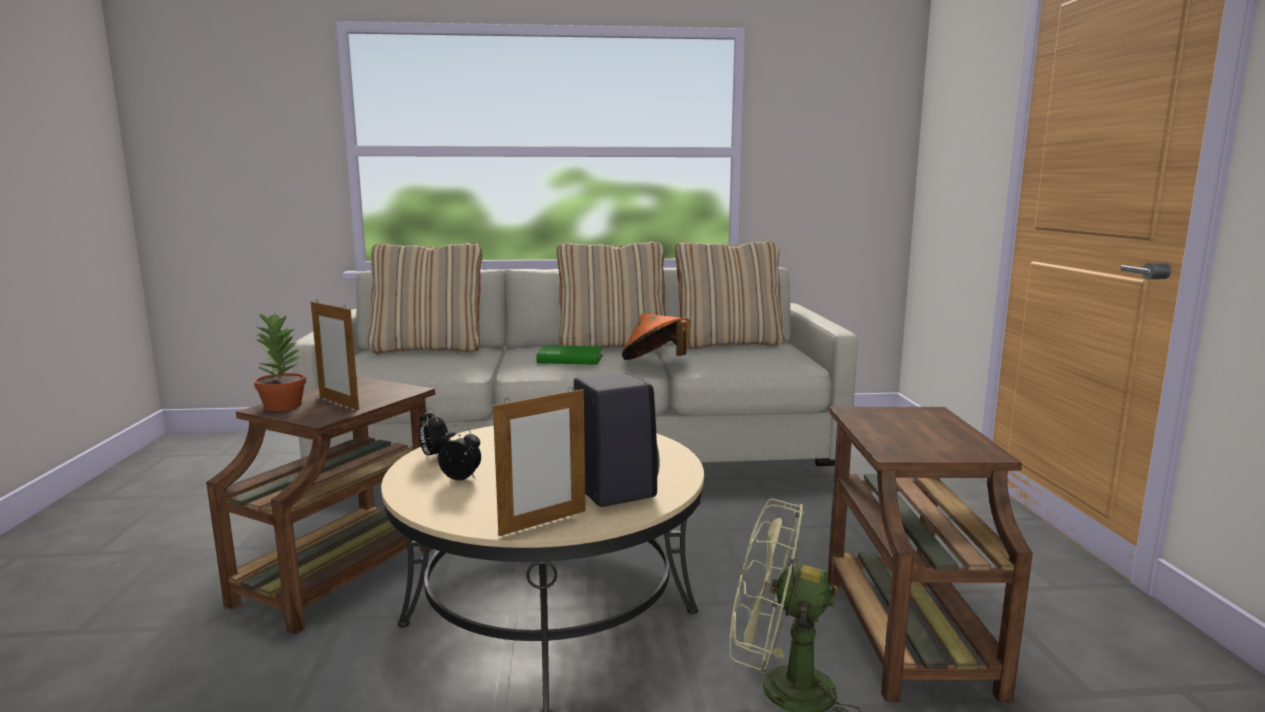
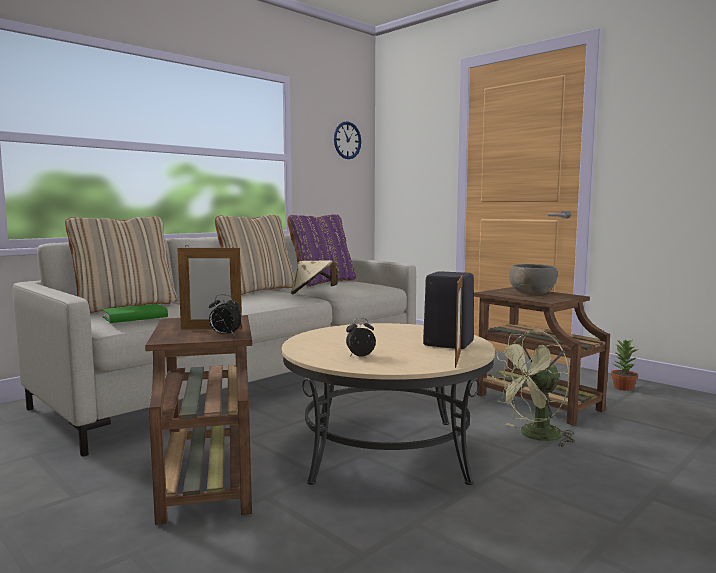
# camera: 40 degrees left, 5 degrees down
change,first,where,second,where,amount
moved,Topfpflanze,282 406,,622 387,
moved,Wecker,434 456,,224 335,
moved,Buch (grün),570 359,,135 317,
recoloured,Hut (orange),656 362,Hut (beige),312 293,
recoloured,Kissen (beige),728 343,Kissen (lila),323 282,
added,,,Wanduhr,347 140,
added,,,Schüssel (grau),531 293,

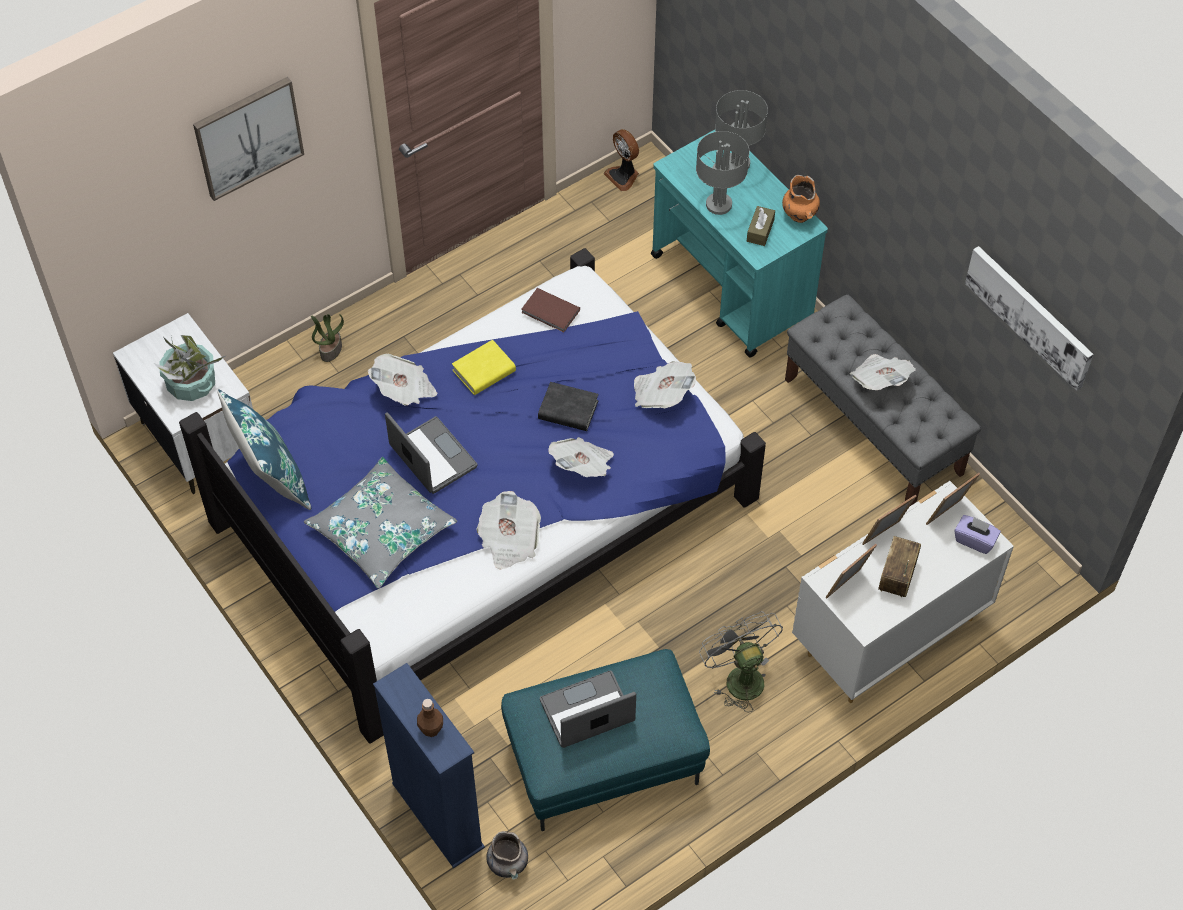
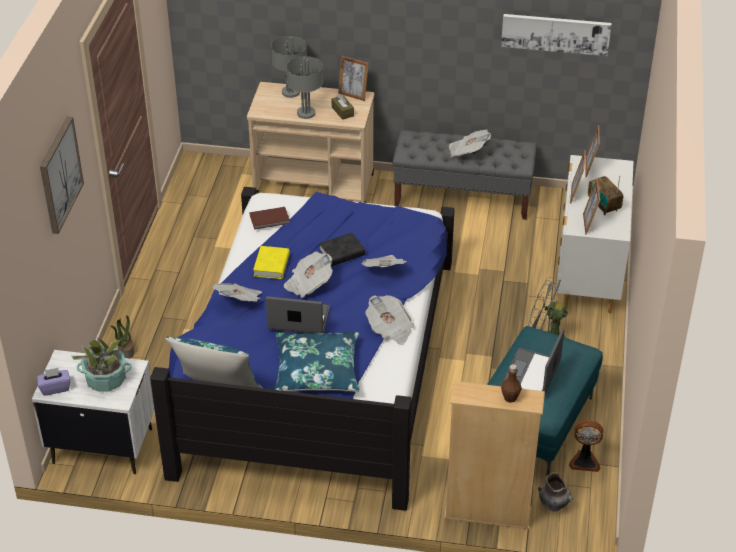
# camera: 45 degrees left, 15 degrees down
change,first,where,second,where,amount
recoloured,Kissen (grau),381 530,Kissen (blau),317 371,
recoloured,Bücherregal (blau),437 815,Bücherregal (beige),487 513,
moved,Ventilator,623 176,,584 461,
moved,Zeitung,662 394,,308 284,
recoloured,Rollwagen (türkis),732 288,Rollwagen (beige),315 185,
replaced,Vase (orange),799 216,Bilderrahmen,353 95,
moved,Taschentuchbox (lila),975 540,,55 388,

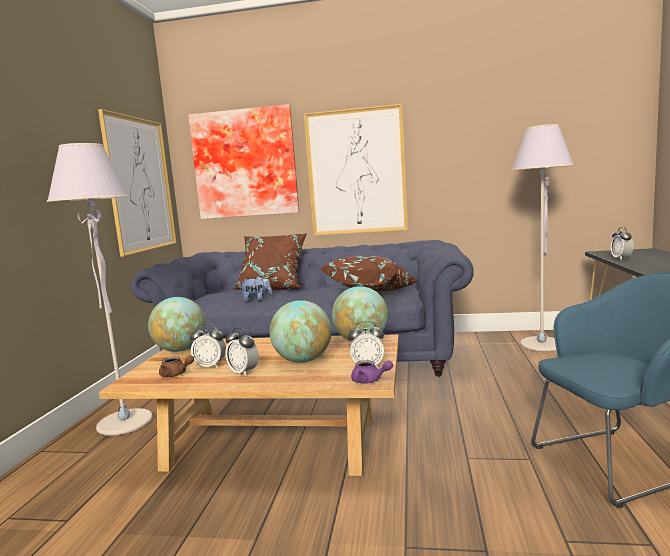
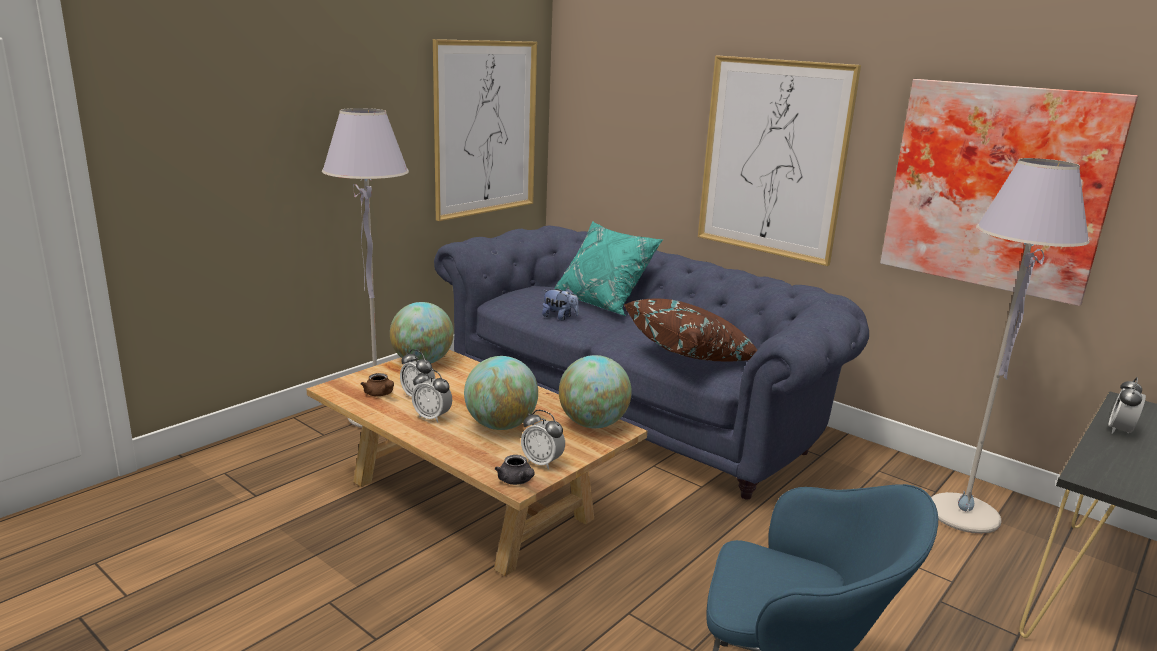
# camera: 30 degrees right, 10 degrees up
change,first,where,second,where,amount
moved,Bild,245 163,,997 187,
turned,Wecker,243 372,,432 417,45 degrees counterclockwise
recoloured,Kissen (braun),273 288,Kissen (türkis),603 303,
recoloured,Teekanne (lila),370 381,Teekanne (grau),516 481,

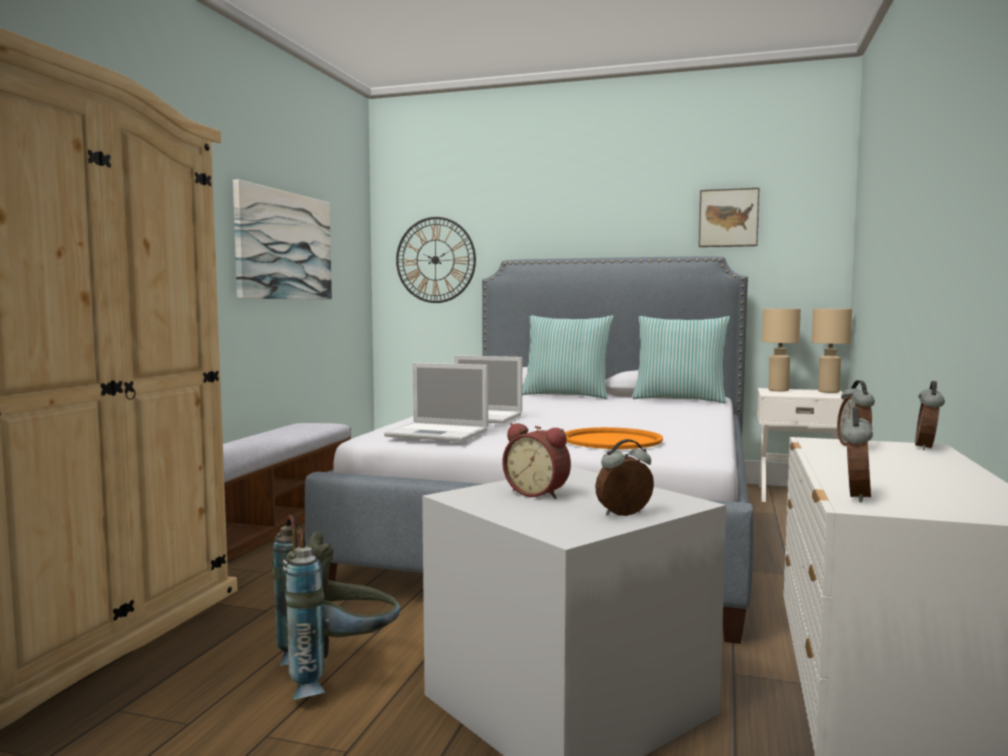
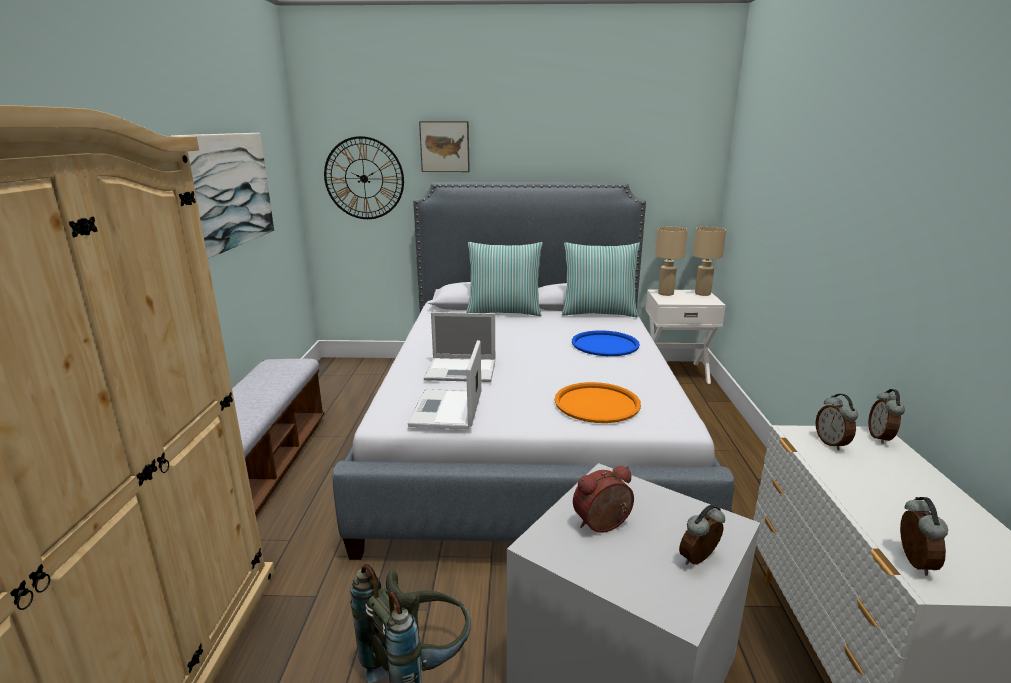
# camera: 15 degrees left, 15 degrees up
change,first,where,second,where,amount
turned,Laptop,439 433,,447 410,90 degrees clockwise
turned,Wecker,538 493,,603 526,135 degrees clockwise
moved,Bild,728 218,,445 146,
added,,,Tablett (blau),605 344,

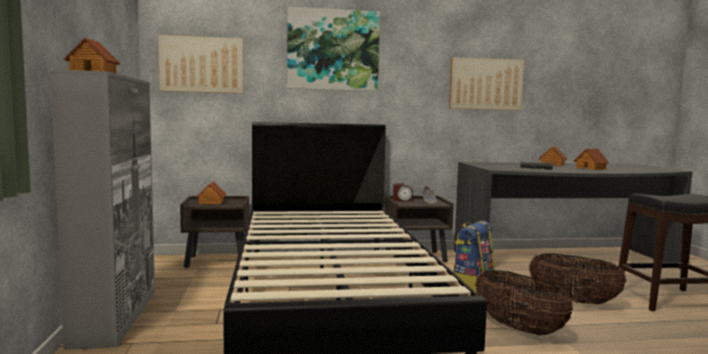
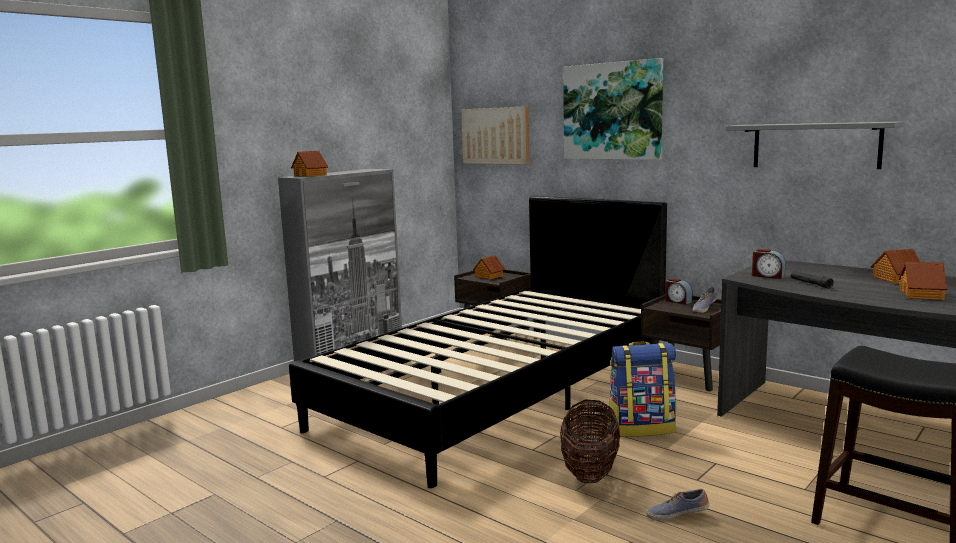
# camera: 50 degrees right, 5 degrees up
change,first,where,second,where,amount
replaced,Bild,485 84,Wandregal (grau),815 145,
removed,Korb,573 301,,,
added,,,Schuh,677 514,
added,,,Wecker,767 276,

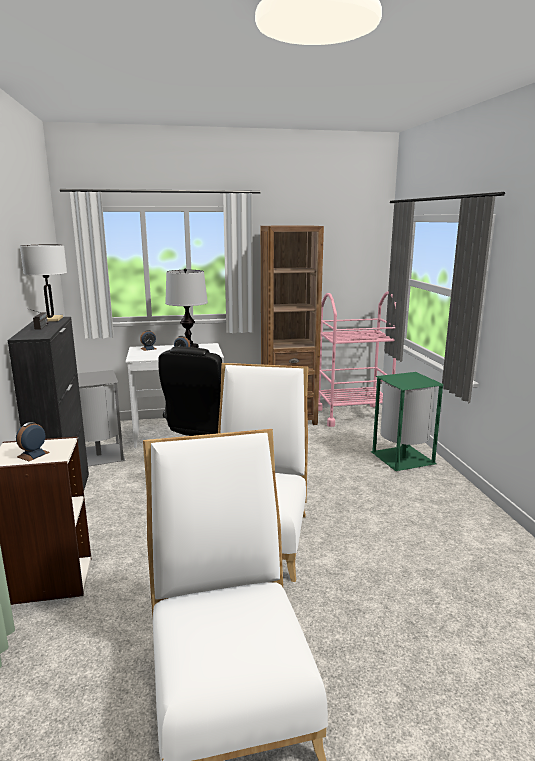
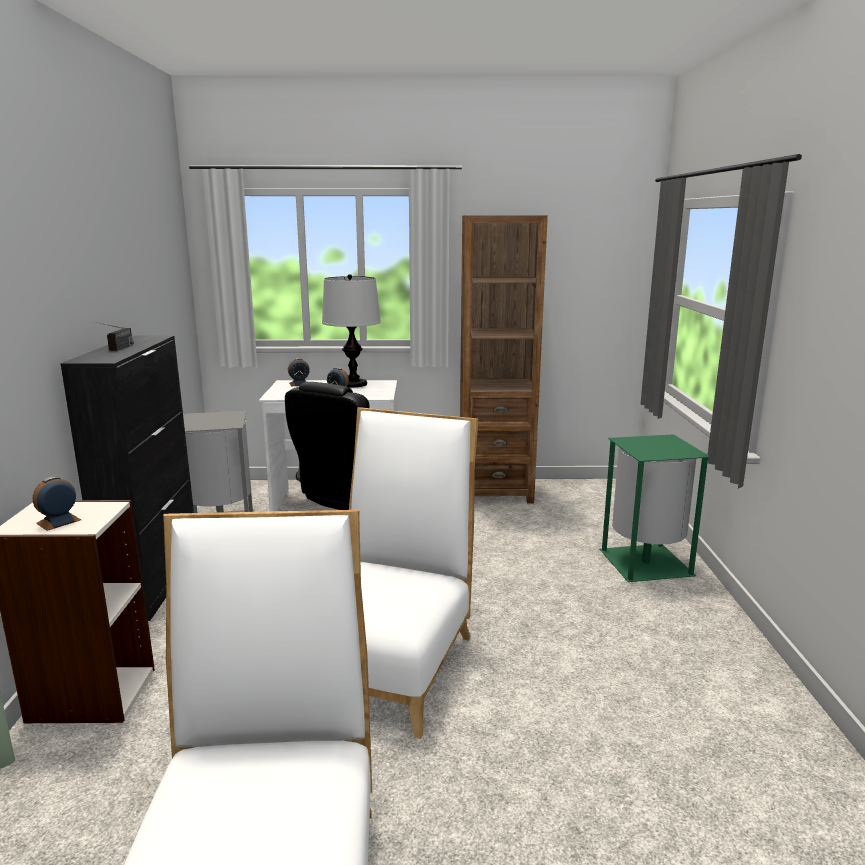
# camera: 10 degrees right, 0 degrees up
change,first,where,second,where,amount
removed,Tischlampe (weiß),51 319,,,
removed,Rollwagen (rosa),353 415,,,

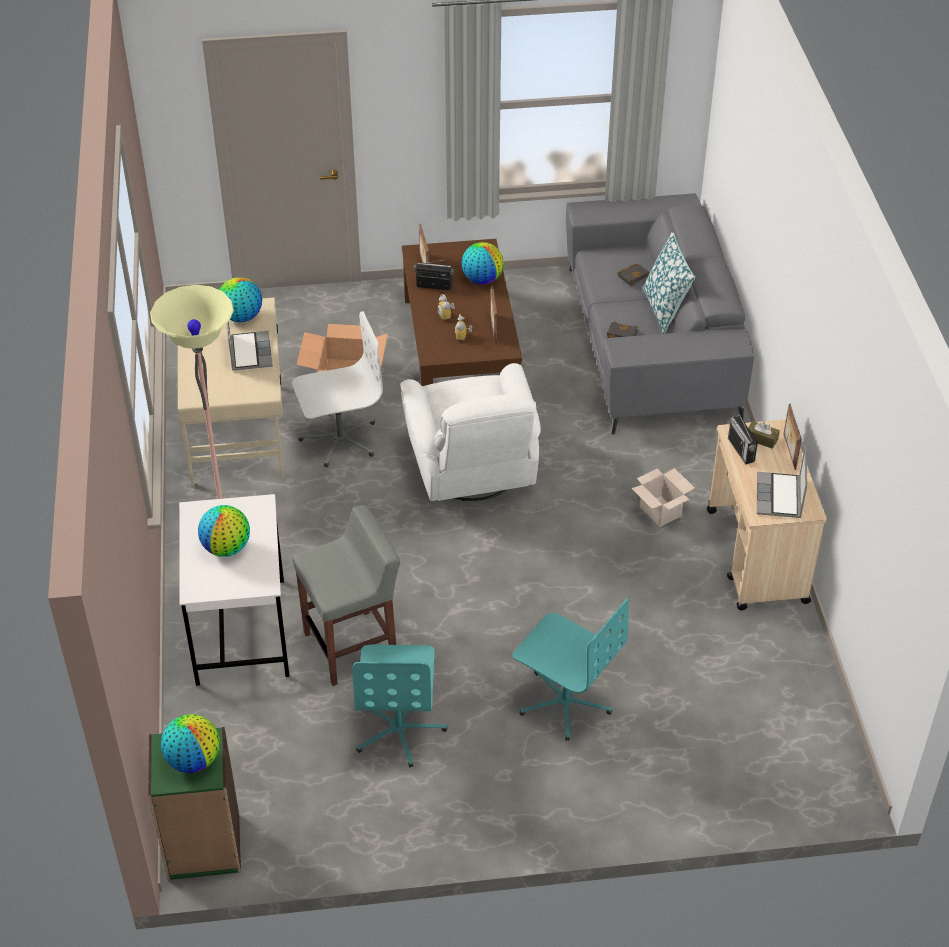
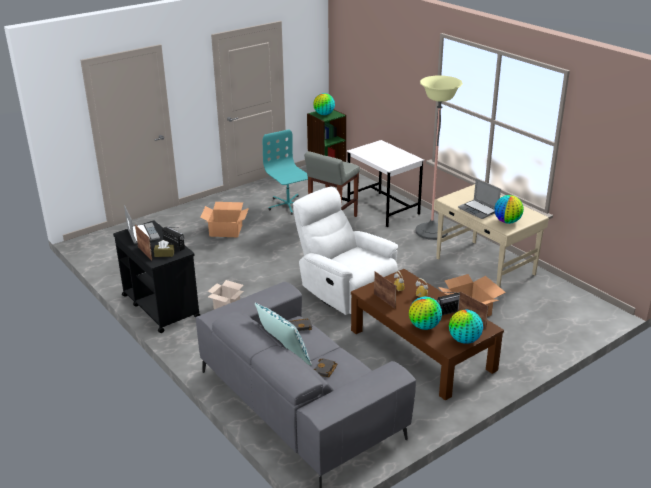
# camera: 150 degrees right, 15 degrees down
change,first,where,second,where,amount
moved,Globus,226 548,,464 340,
removed,Bürostuhl (weiß),339 439,,,
replaced,Bürostuhl (türkis),565 702,Karton,226 230,
recoloured,Rollwagen (beige),757 557,Rollwagen (schwarz),160 306,

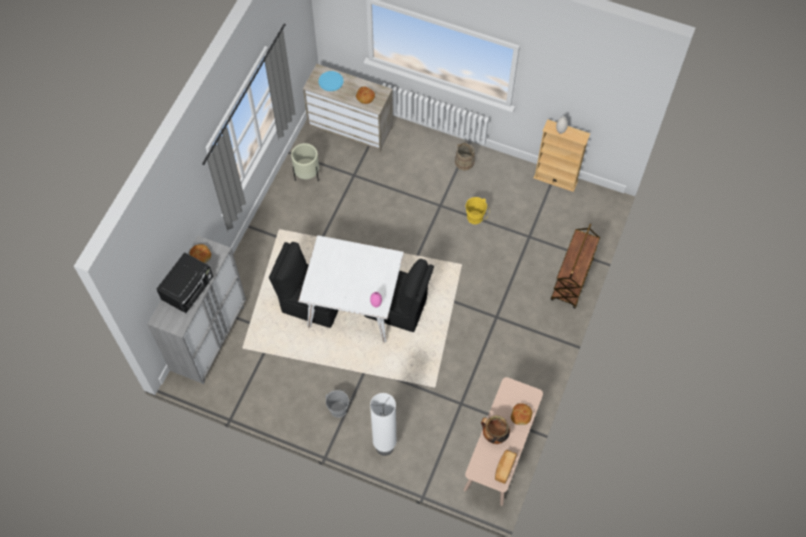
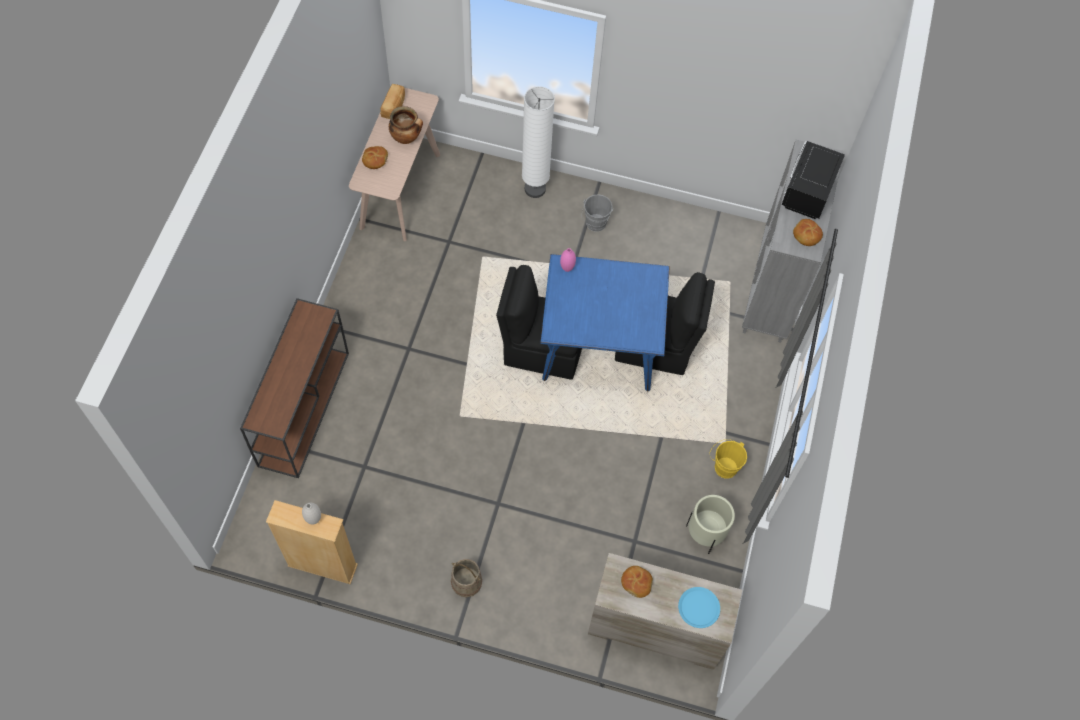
# camera: 170 degrees right, 0 degrees up
change,first,where,second,where,amount
recoloured,Esstisch (weiß),353 305,Esstisch (blau),599 346,
moved,Eimer (gelb),476 219,,723 466,
replaced,Rollwagen (braun),572 280,Konsolentisch (braun),304 407,

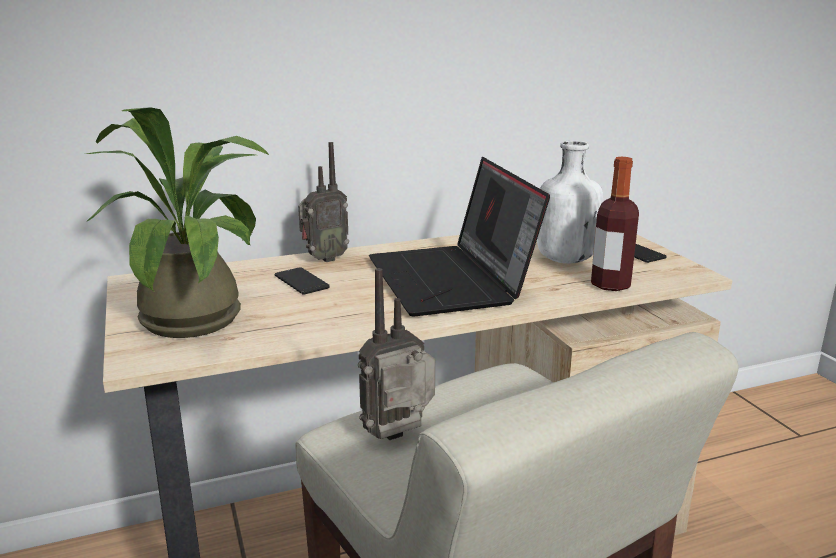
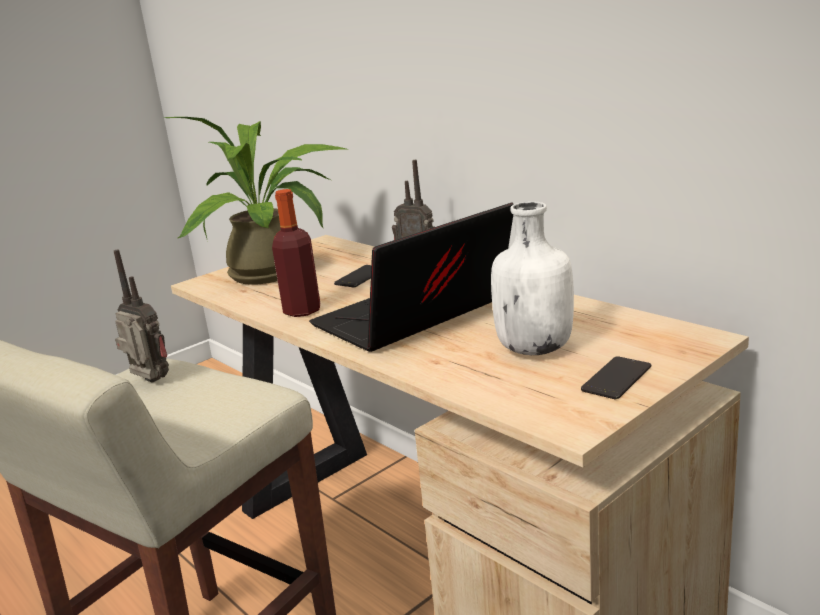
# camera: 70 degrees right, 0 degrees up
change,first,where,second,where,amount
moved,Flasche,610 285,,302 310,

